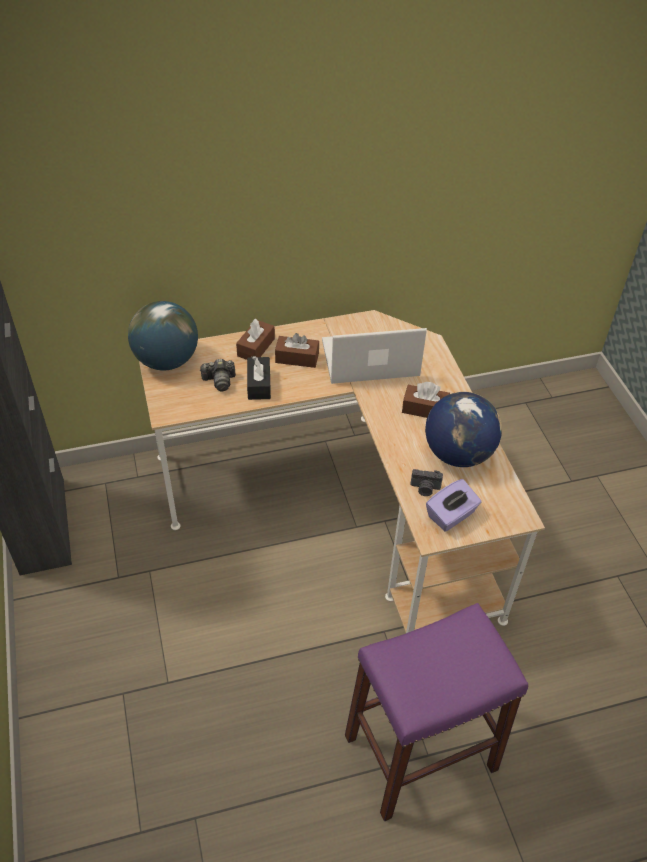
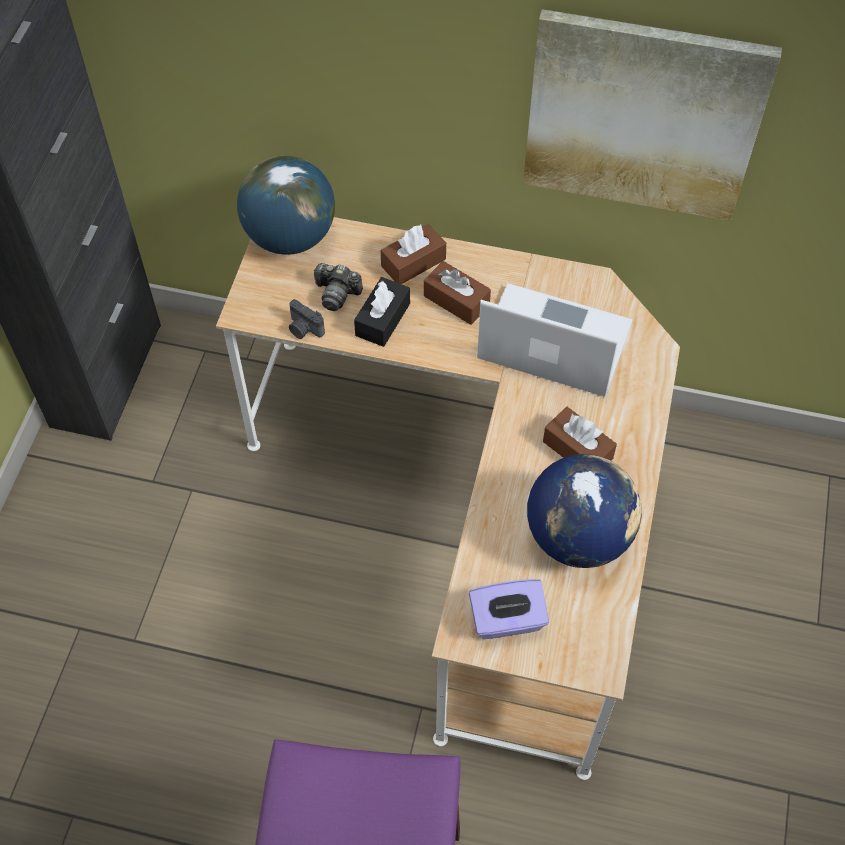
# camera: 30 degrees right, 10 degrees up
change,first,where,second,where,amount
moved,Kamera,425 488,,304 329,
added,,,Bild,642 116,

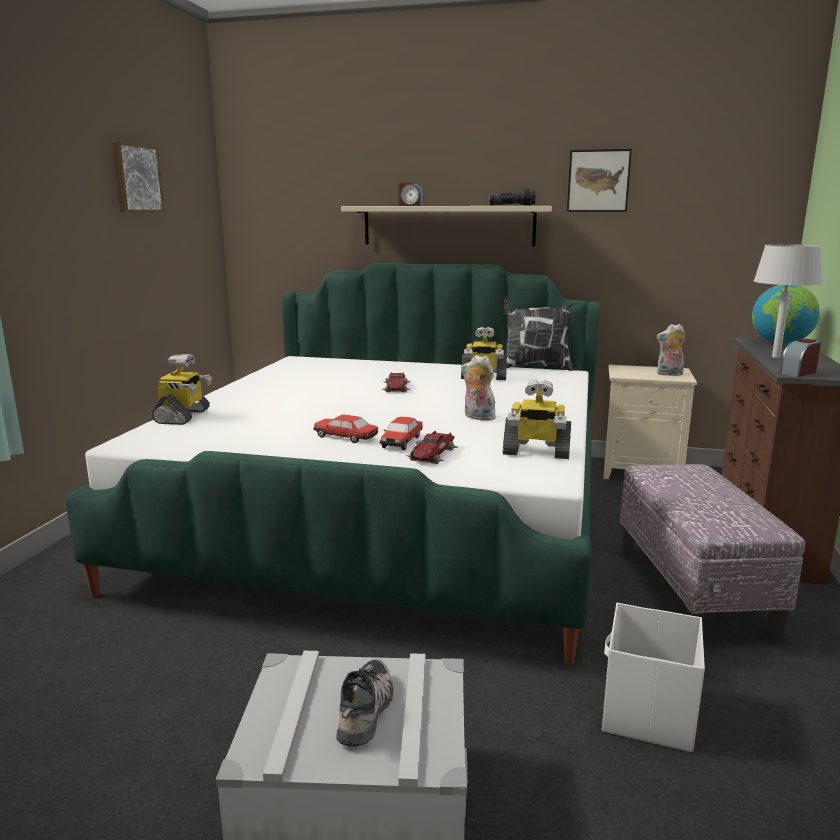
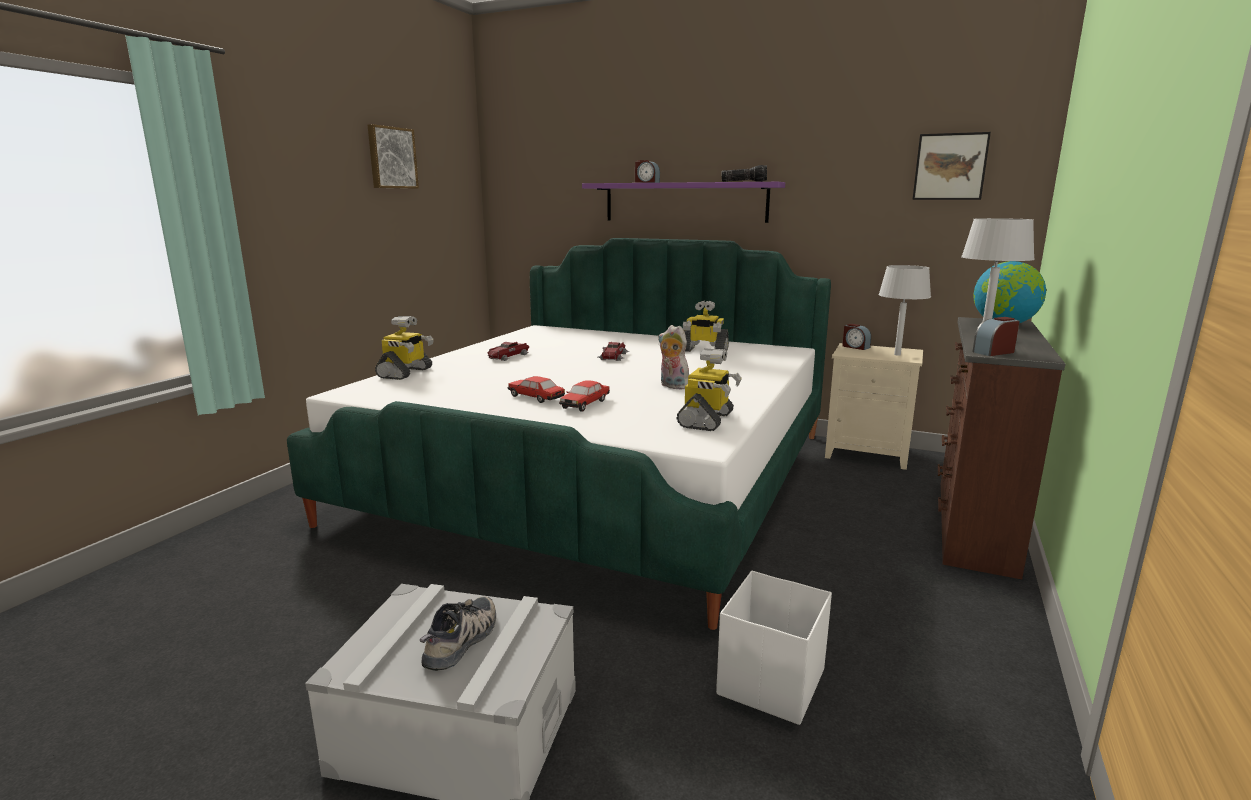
# camera: 10 degrees right, 0 degrees up
change,first,where,second,where,amount
recoloured,Wandregal (beige),448 225,Wandregal (lila),684 202,
moved,Spielzeugauto,433 455,,508 356,
removed,Kissen,535 367,,,
turned,Spielzeugroboter,535 452,,707 420,90 degrees counterclockwise
moved,Bild,598 180,,950 166,
removed,Polsterhocker,694 591,,,
replaced,Plüschtier,669 374,Tischlampe (grau),897 354,
added,,,Wecker,855 347,

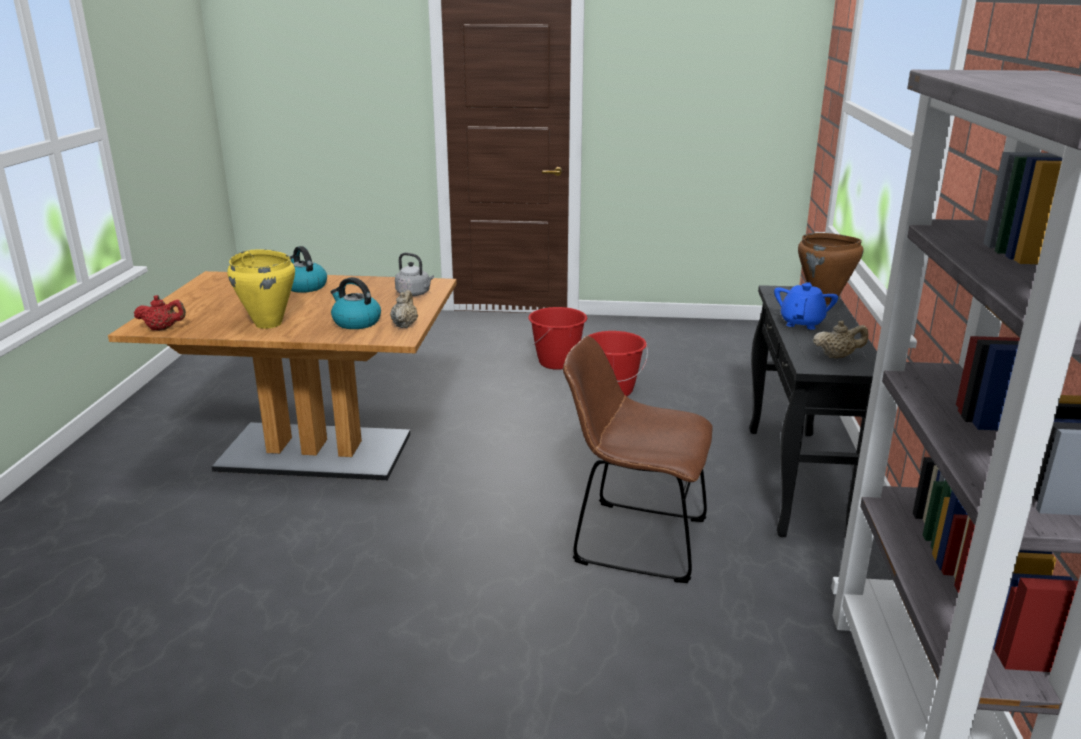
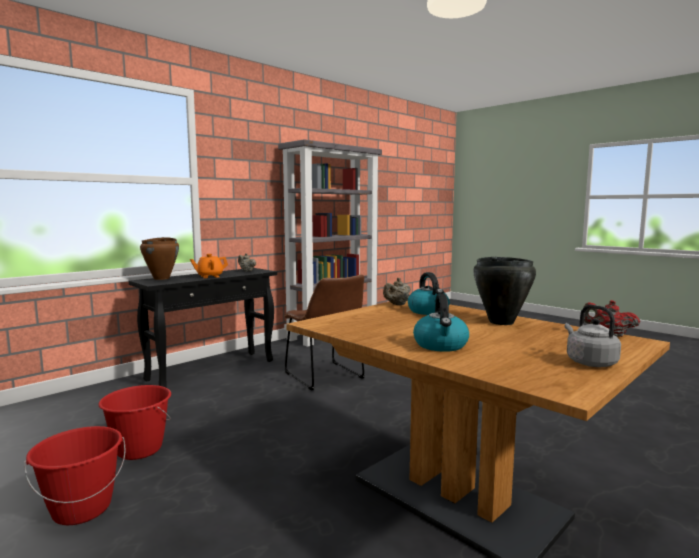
# camera: 140 degrees left, 15 degrees down
change,first,where,second,where,amount
recoloured,Kochtopf (gelb),269 324,Kochtopf (schwarz),501 322,
moved,Wasserkessel (grau),414 294,,589 362,
recoloured,Teekanne (blau),802 323,Teekanne (orange),209 276,

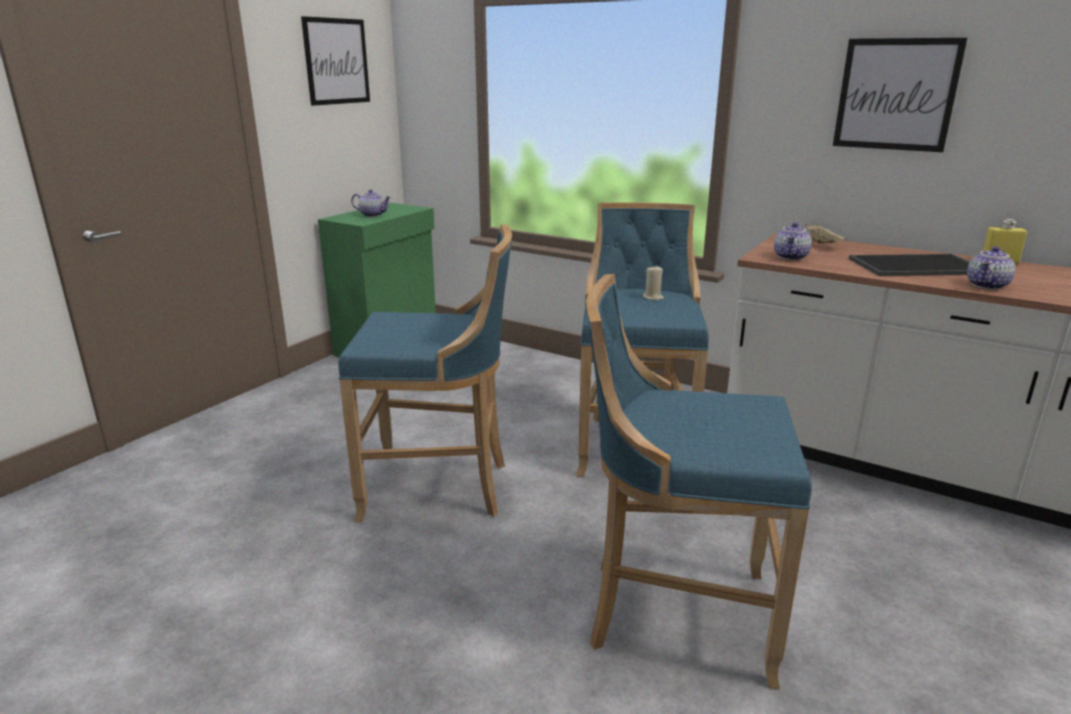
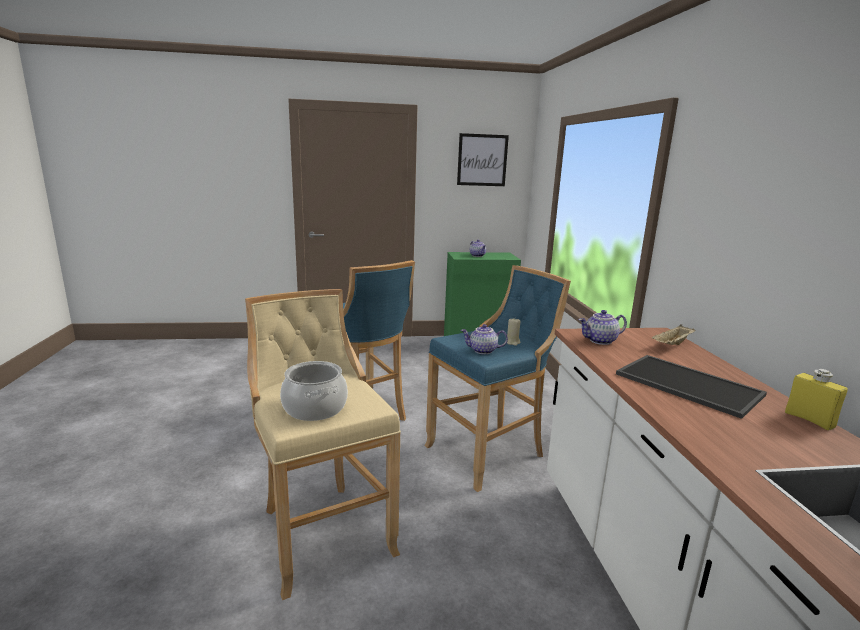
# camera: 50 degrees right, 5 degrees down
change,first,where,second,where,amount
recoloured,Hocker (blau),674 614,Hocker (beige),322 531,
removed,Bild,896 95,,,
moved,Teekanne,988 286,,482 351,
added,,,Kochtopf,315 408,

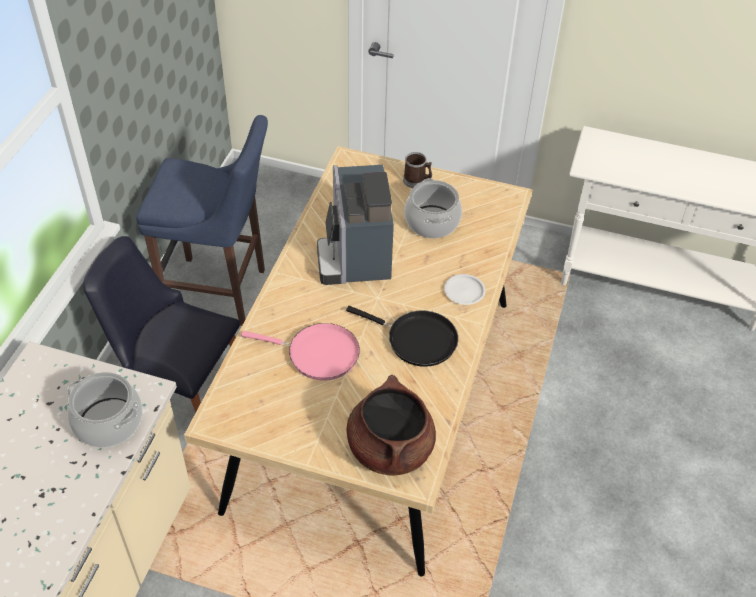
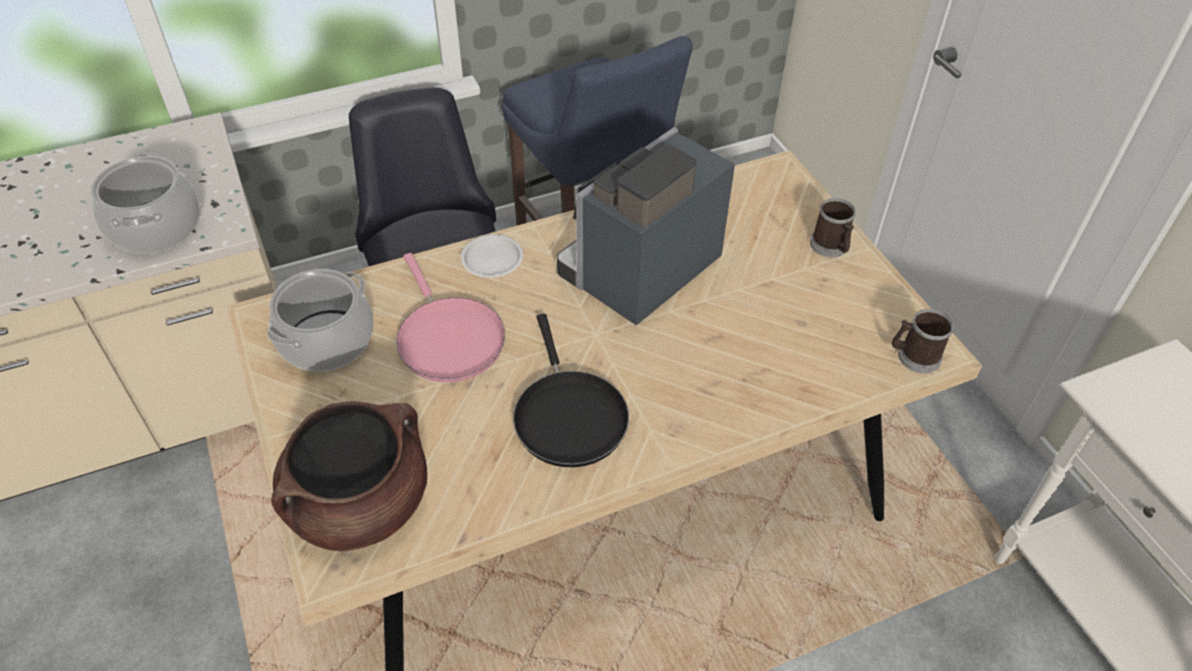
# camera: 50 degrees right, 0 degrees up
change,first,where,second,where,amount
moved,Kochtopf,431 222,,326 340,
moved,Teller (weiß),464 291,,492 259,
added,,,Henkelbecher,914 356,

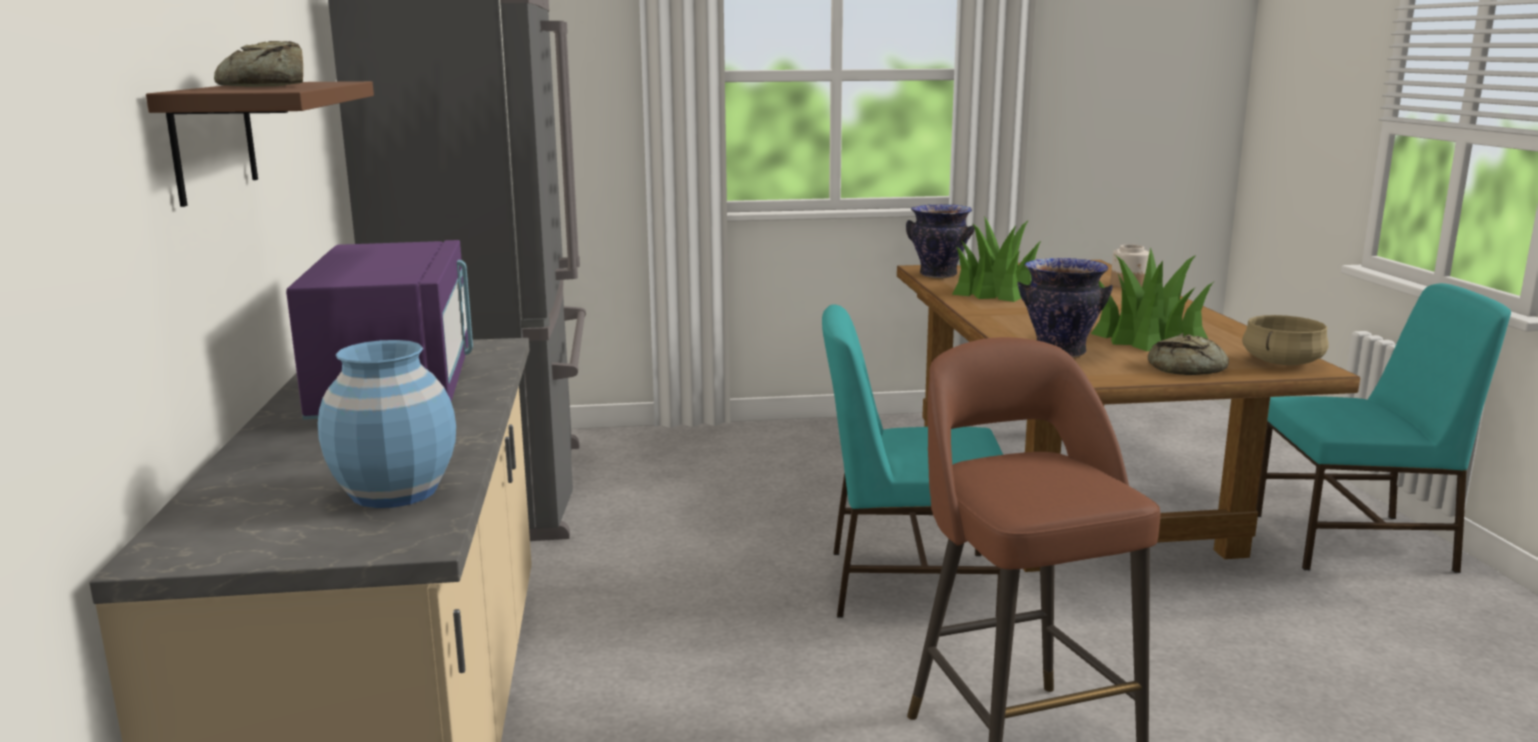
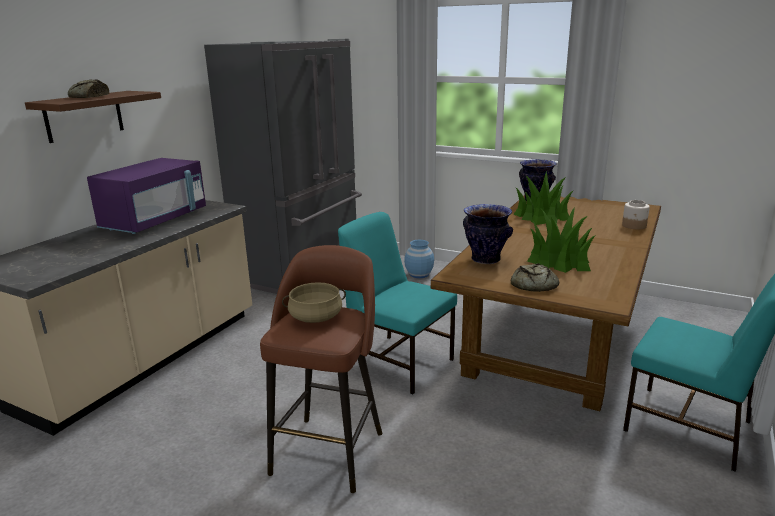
# camera: 35 degrees right, 5 degrees up
change,first,where,second,where,amount
moved,Vase (blau),394 492,,419 274,
moved,Kochtopf (beige),1281 362,,316 317,

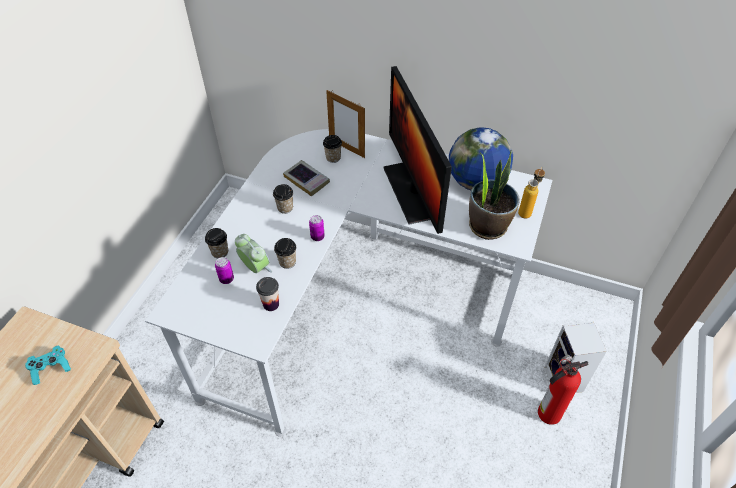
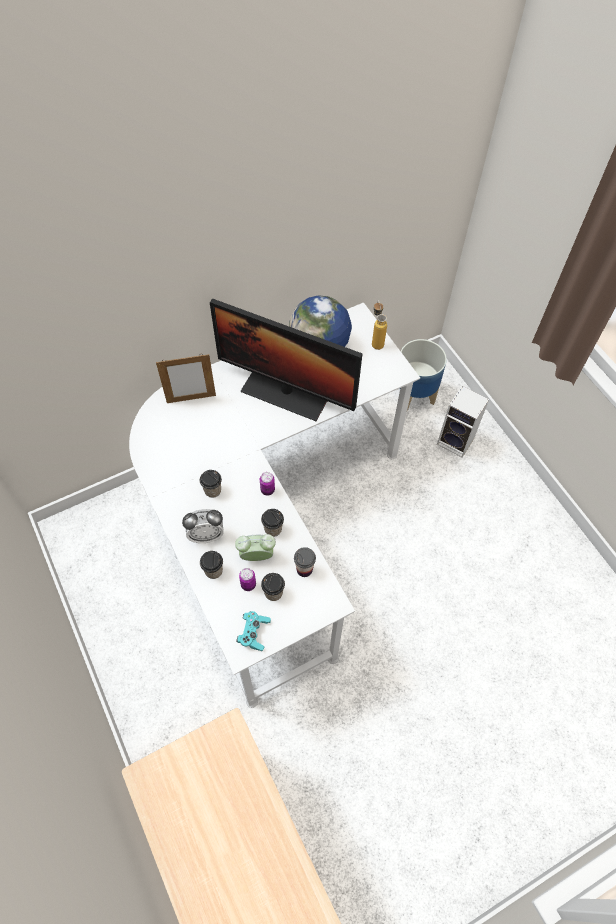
# camera: 50 degrees left, 10 degrees up
change,first,where,second,where,amount
moved,Gamepad (türkis),51 368,,253 633,
removed,Buch,306 180,,,
moved,Tasse,333 158,,273 592,
removed,Topfpflanze,487 226,,,
removed,Feuerlöscher,547 414,,,
added,,,Wecker,206 535,
added,,,Pflanzkübel,413 395,

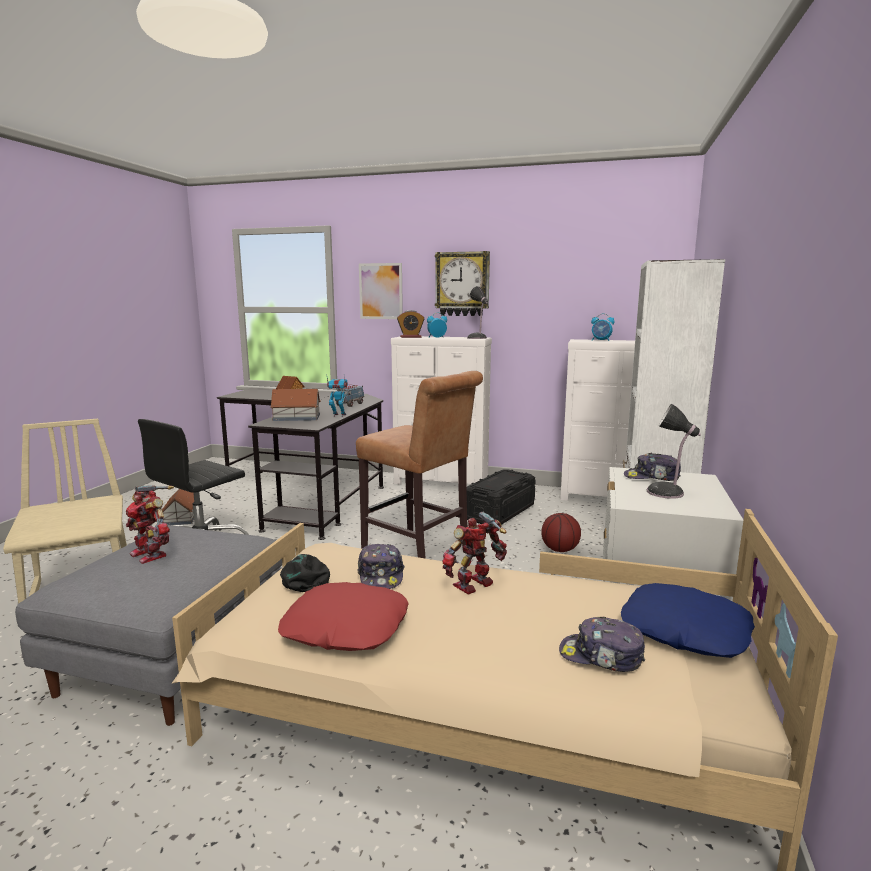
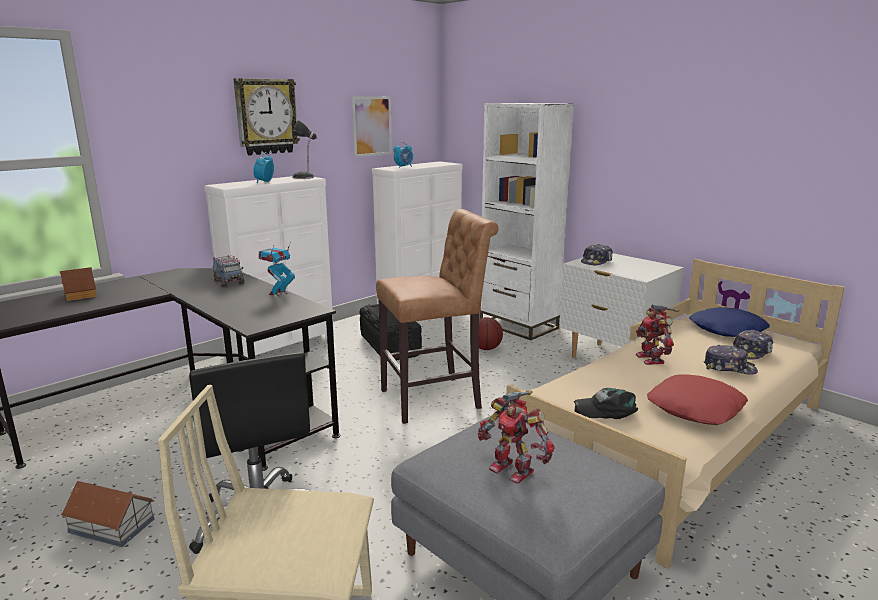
# camera: 60 degrees left, 5 degrees up
change,first,where,second,where,amount
turned,Spielzeugroboter,151 554,,513 469,60 degrees clockwise
removed,Spielzeughaus,296 417,,,
moved,Kappe,381 575,,729 368,
moved,Bild,381 291,,372 126,
removed,Wecker,410 337,,,
removed,Tischlampe,667 493,,,

